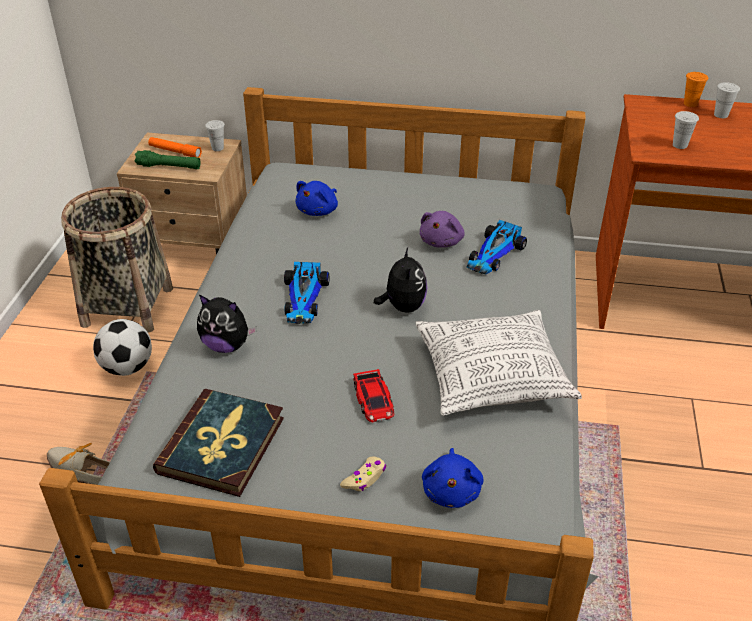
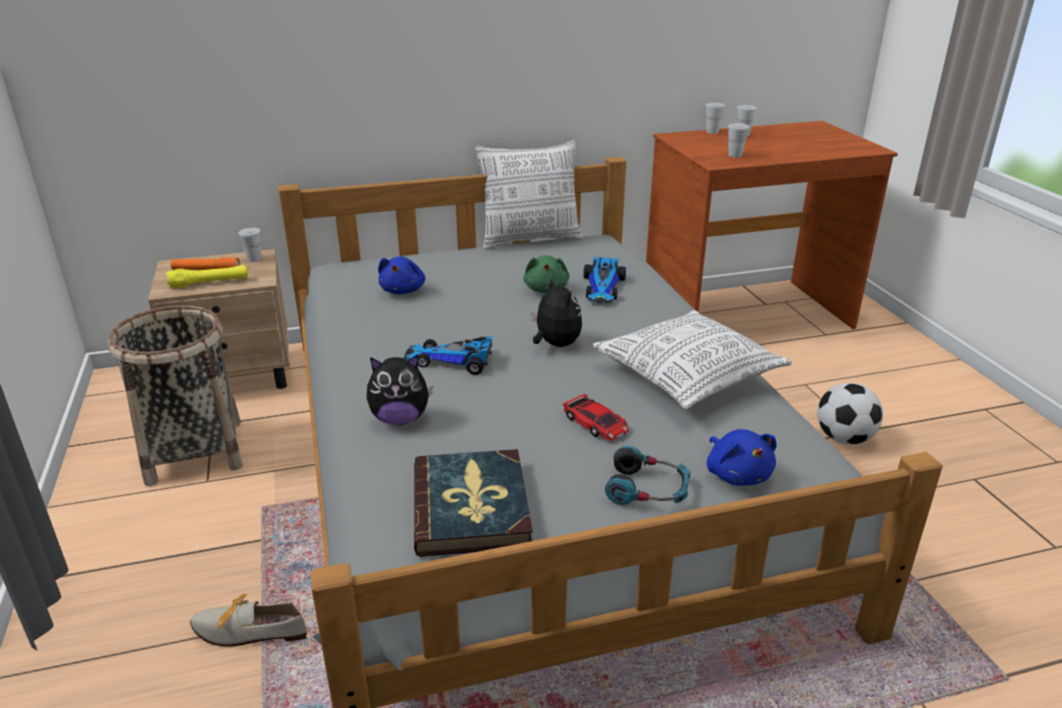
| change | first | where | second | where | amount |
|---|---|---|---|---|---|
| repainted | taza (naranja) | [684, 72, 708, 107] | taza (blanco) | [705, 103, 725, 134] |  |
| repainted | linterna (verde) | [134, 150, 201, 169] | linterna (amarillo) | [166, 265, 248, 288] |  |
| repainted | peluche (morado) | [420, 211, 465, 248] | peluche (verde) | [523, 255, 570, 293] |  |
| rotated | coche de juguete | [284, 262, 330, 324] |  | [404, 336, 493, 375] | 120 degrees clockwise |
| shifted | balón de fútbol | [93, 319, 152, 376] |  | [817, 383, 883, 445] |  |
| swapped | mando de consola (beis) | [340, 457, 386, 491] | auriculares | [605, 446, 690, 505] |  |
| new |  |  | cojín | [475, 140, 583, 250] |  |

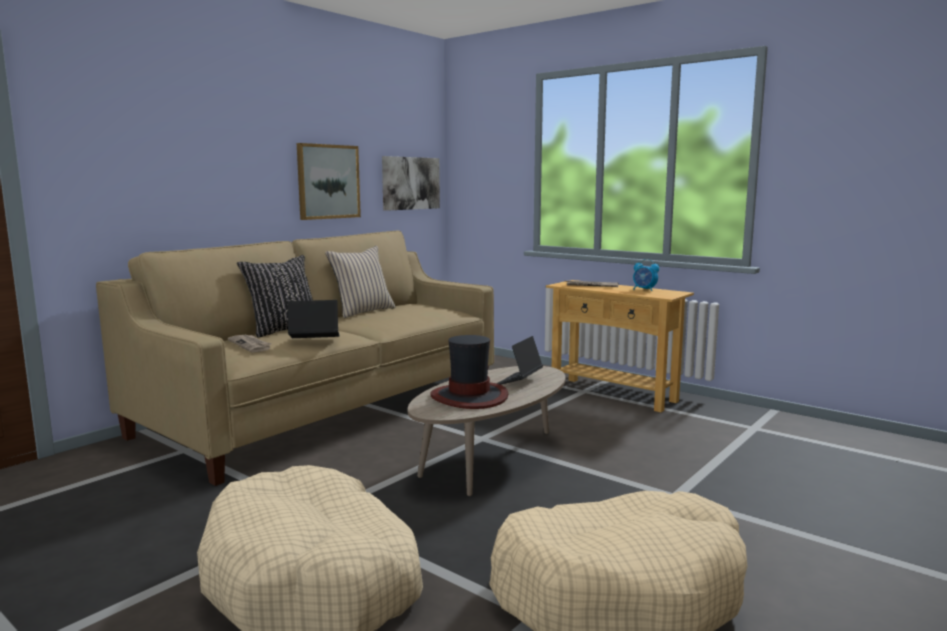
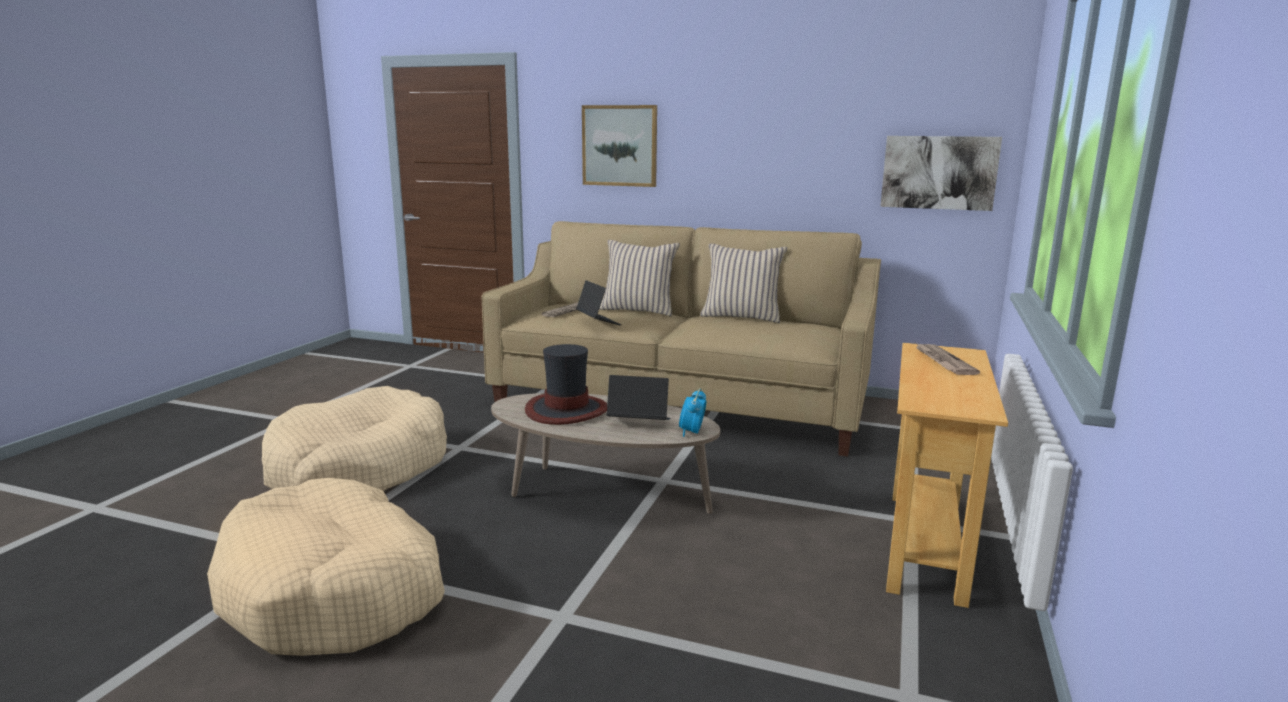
| change | first | where | second | where | amount |
|---|---|---|---|---|---|
| shifted | cuadro | [297, 143, 361, 220] |  | [582, 105, 657, 187] |  |
| repainted | cojín (negro) | [237, 255, 313, 338] | cojín (beis) | [599, 240, 680, 316] |  |
| shifted | despertador | [633, 259, 659, 291] |  | [679, 388, 706, 437] |  |

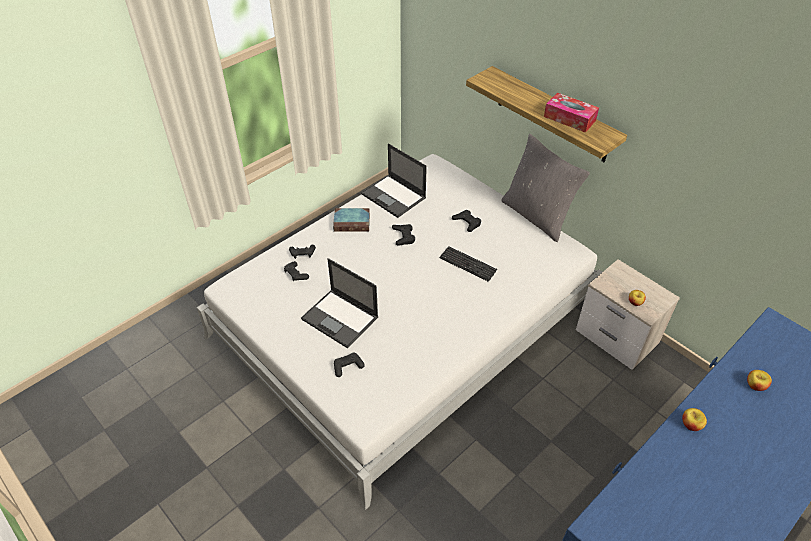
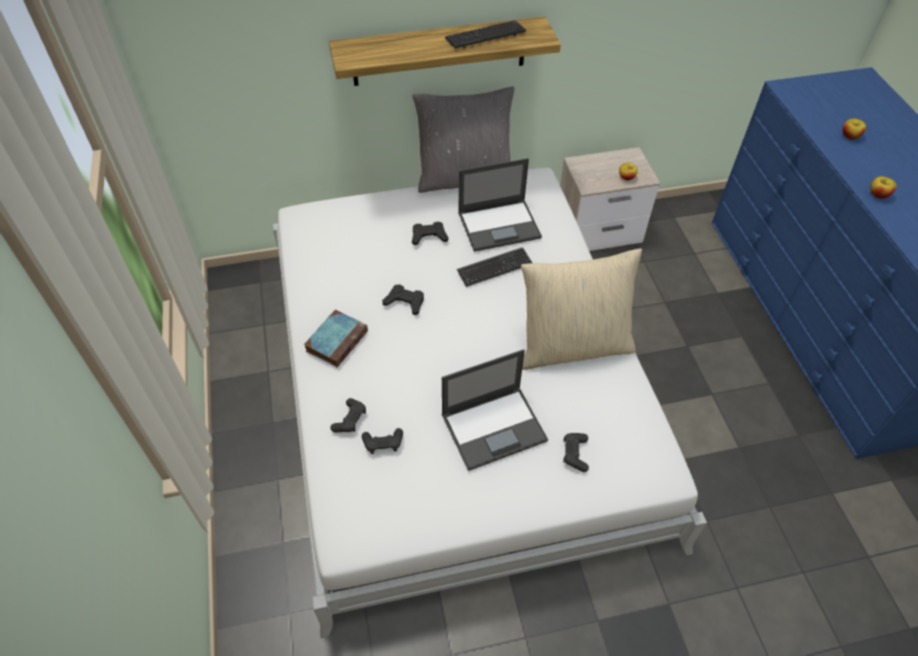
| change | first | where | second | where | amount |
|---|---|---|---|---|---|
| swapped | caja de pañuelos | [544, 93, 599, 133] | teclado | [445, 20, 526, 49] |  |
| shifted | portátil | [361, 143, 427, 218] |  | [458, 158, 542, 252] |  |
| new |  |  | cojín (beis) | [521, 248, 642, 370] |  |

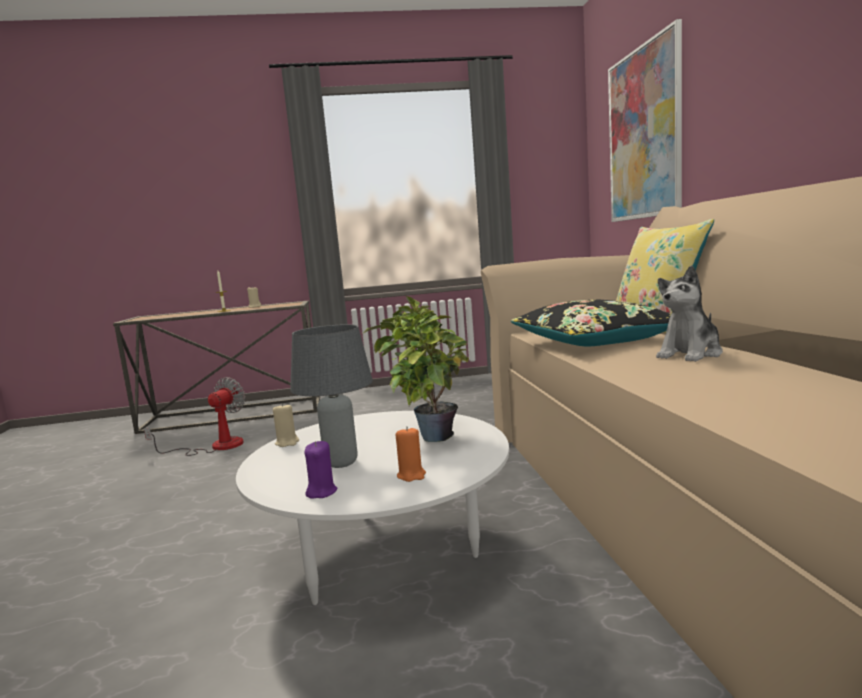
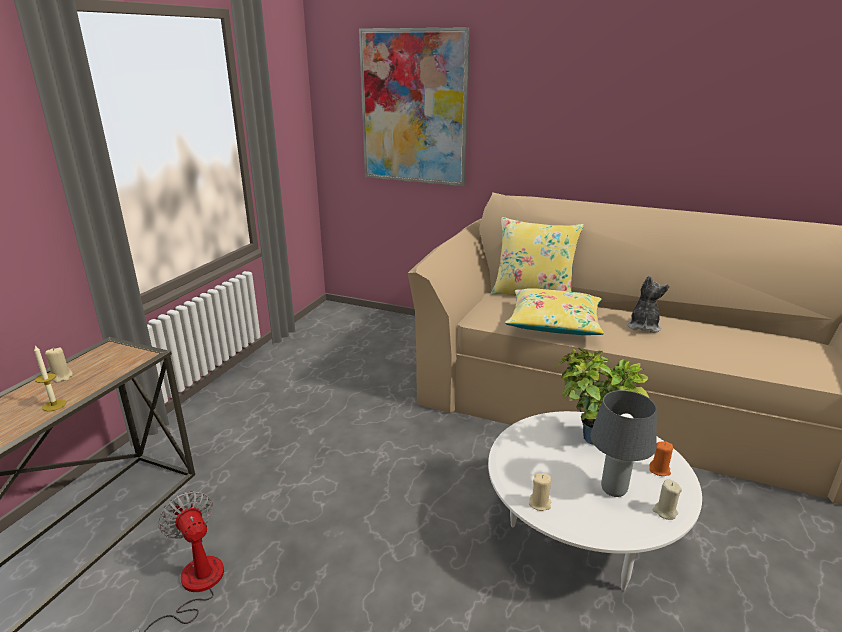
| change | first | where | second | where | amount |
|---|---|---|---|---|---|
| rotated | peluche | [656, 265, 723, 362] |  | [627, 276, 670, 333] | 150 degrees counterclockwise |
| repainted | cojín (negro) | [511, 300, 671, 346] | cojín (amarillo) | [505, 288, 604, 335] |  |
| repainted | vela (morado) | [305, 441, 337, 498] | vela (beis) | [653, 479, 682, 520] |  |

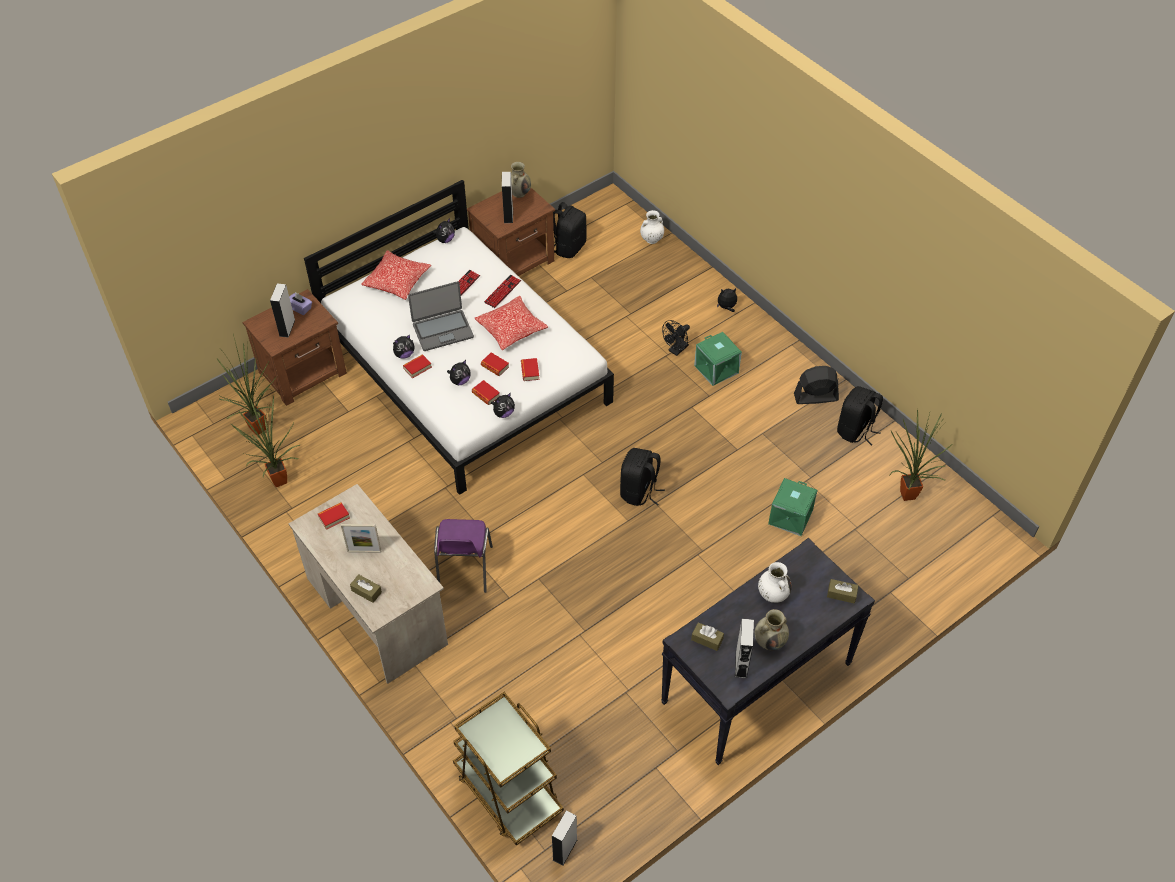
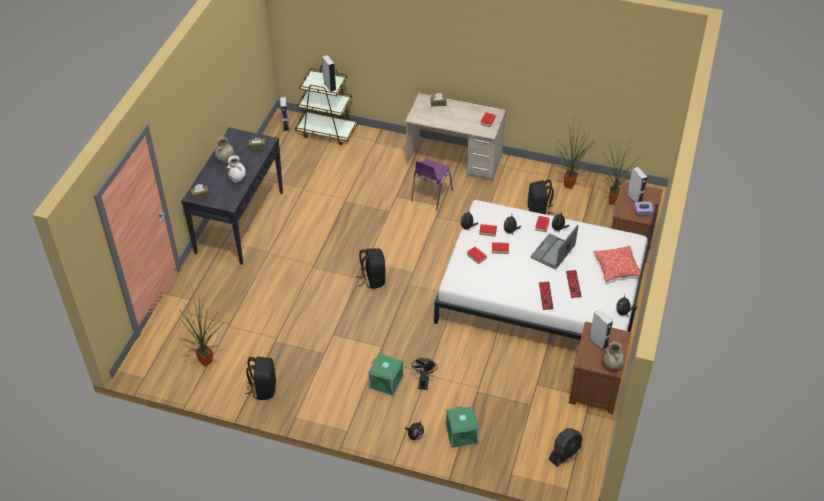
| change | first | where | second | where | amount |
|---|---|---|---|---|---|
| shifted | mochila (negro) | [553, 202, 587, 258] |  | [528, 179, 555, 215] |  |
| gone | florero (blanco) | [640, 210, 664, 244] |  |  |  |
| gone | cojín | [475, 296, 548, 350] |  |  |  |
| shifted | ventilador (negro) | [794, 366, 839, 404] |  | [549, 428, 583, 467] |  |
| shifted | caja de almacenaje (verde) | [768, 478, 818, 536] |  | [446, 406, 479, 448] |  |
| rotated | silla (morado) | [434, 519, 493, 593] |  | [411, 159, 453, 211] | 120 degrees counterclockwise |
| gone | portarretratos | [341, 524, 381, 553] |  |  |  |
| shifted | altavoz (gris) | [735, 619, 754, 678] |  | [322, 55, 336, 92] |  |

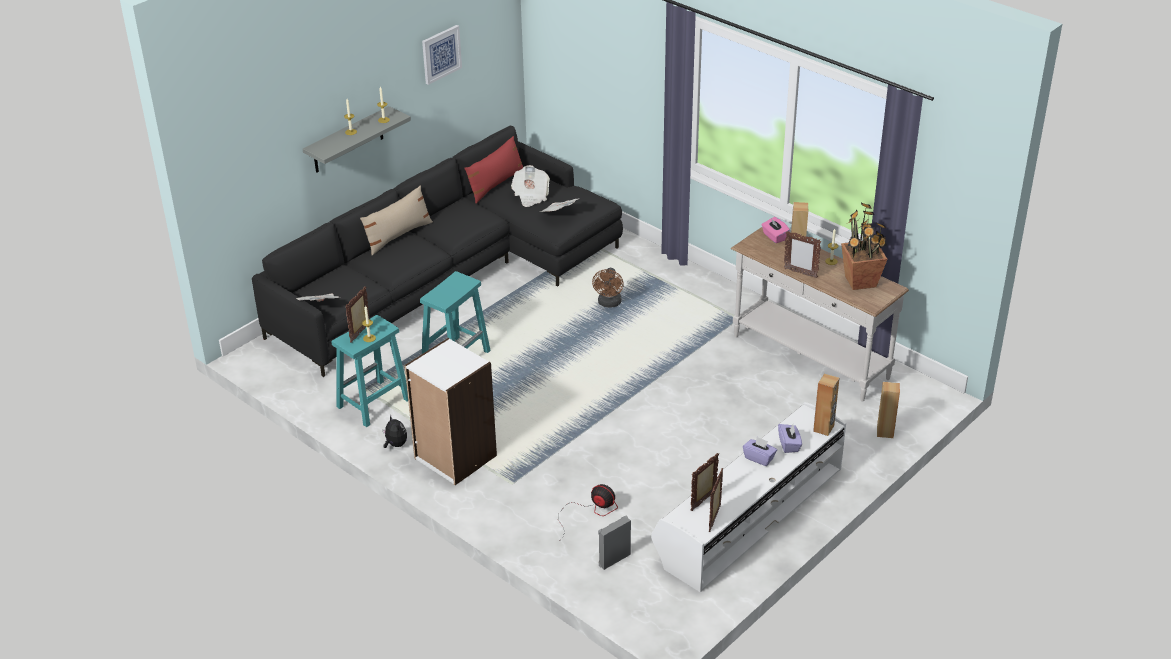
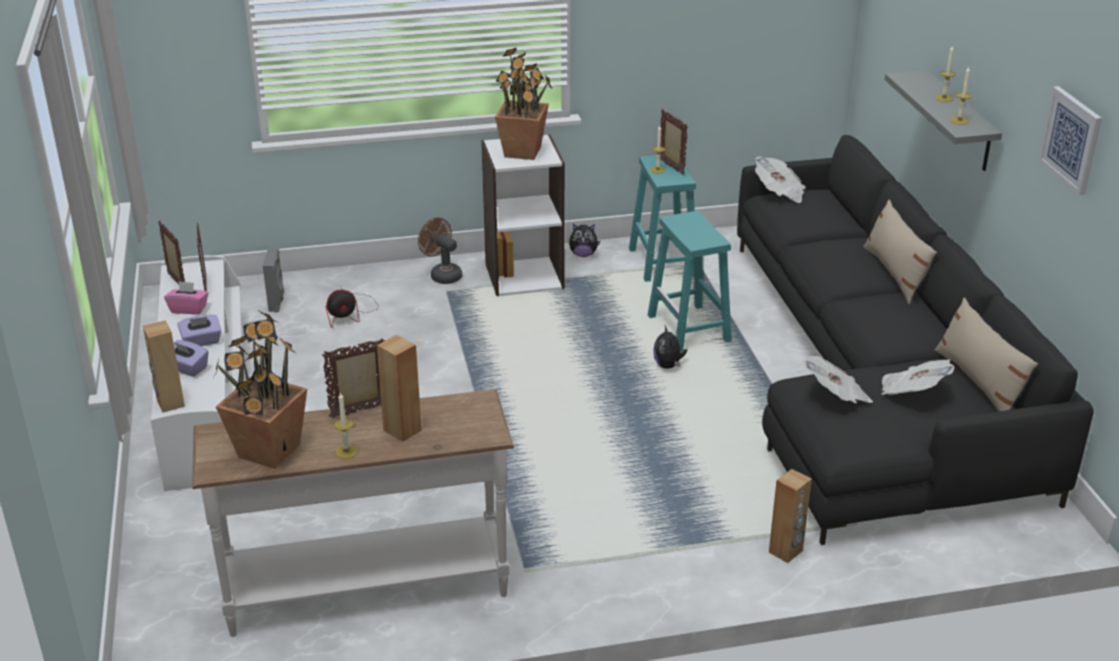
| change | first | where | second | where | amount |
|---|---|---|---|---|---|
| repainted | cojín (rojo) | [464, 136, 523, 204] | cojín (beis) | [934, 297, 1038, 412] |  |
| shifted | caja de pañuelos (rosa) | [762, 217, 790, 243] |  | [164, 281, 208, 315] |  |
| shifted | ventilador (marrón) | [592, 268, 624, 308] |  | [418, 217, 462, 284] |  |
| shifted | altavoz (marrón) | [877, 382, 900, 438] |  | [769, 469, 812, 563] |  |
| new |  |  | planta en maceta | [495, 47, 552, 160] |  |
| new |  |  | peluche | [653, 326, 687, 369] |  |

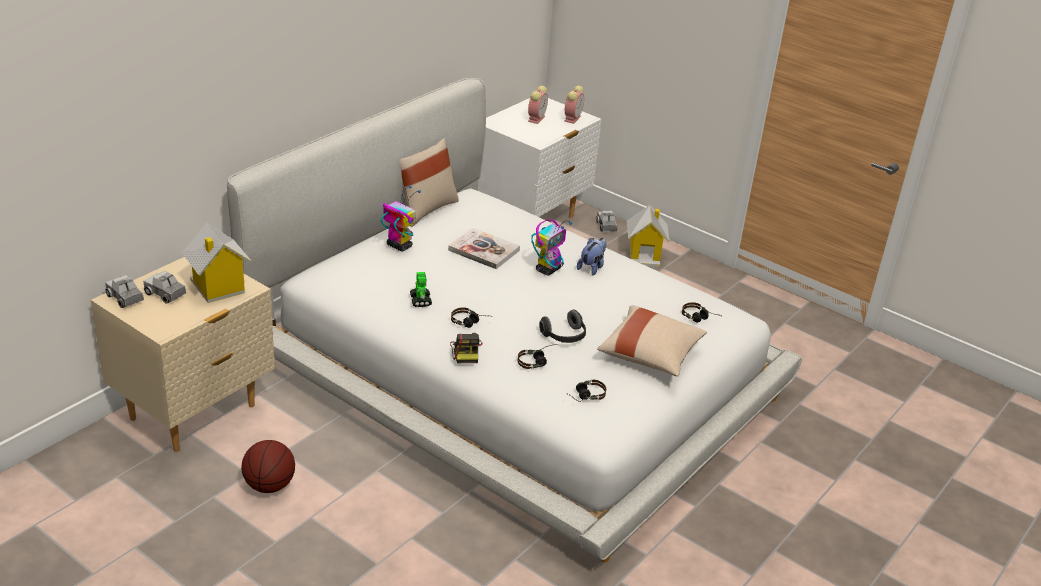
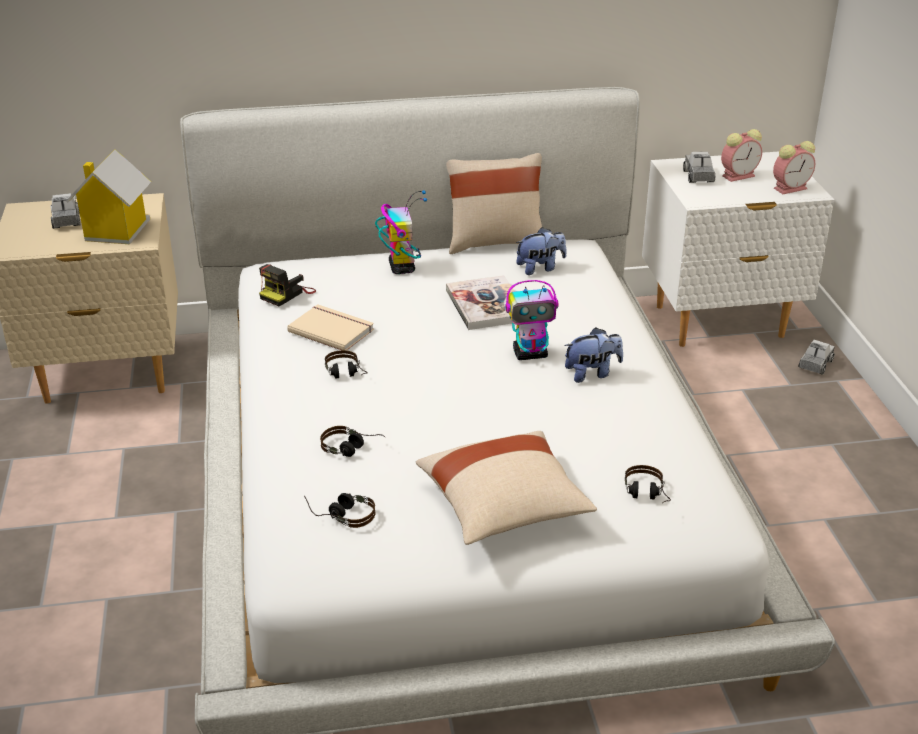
| change | first | where | second | where | amount |
|---|---|---|---|---|---|
| gone | casita | [627, 205, 669, 267] |  |  |  |
| swapped | robot de juguete | [410, 272, 432, 307] | libro (beis) | [287, 304, 374, 350] |  |
| shifted | camión de juguete | [105, 275, 144, 308] |  | [683, 152, 715, 183] |  |
| gone | auriculares | [539, 309, 586, 343] |  |  |  |
| shifted | cámara | [450, 333, 482, 363] |  | [259, 264, 316, 306] |  |
| gone | balón de baloncesto | [241, 440, 295, 493] |  |  |  |
| new |  |  | peluche | [516, 227, 567, 275] |  |

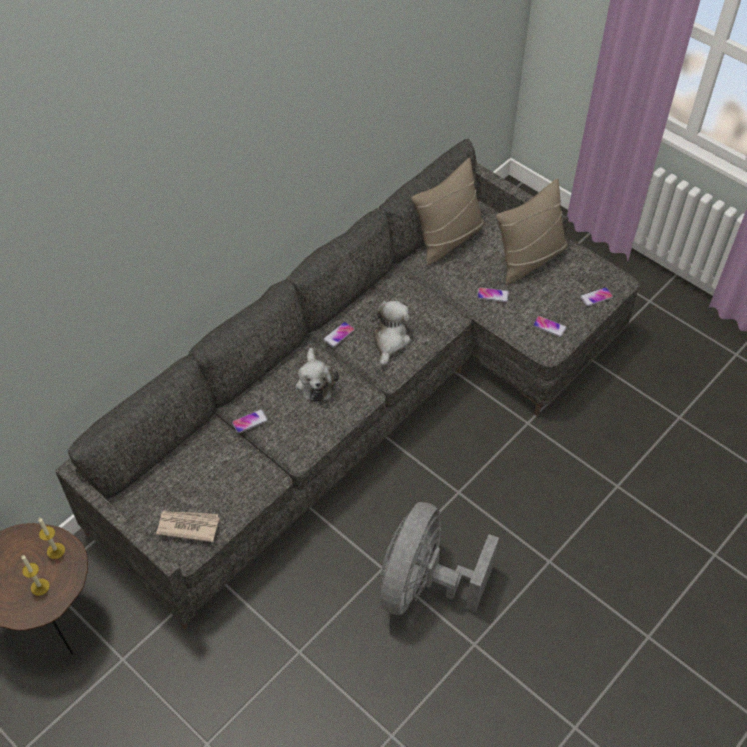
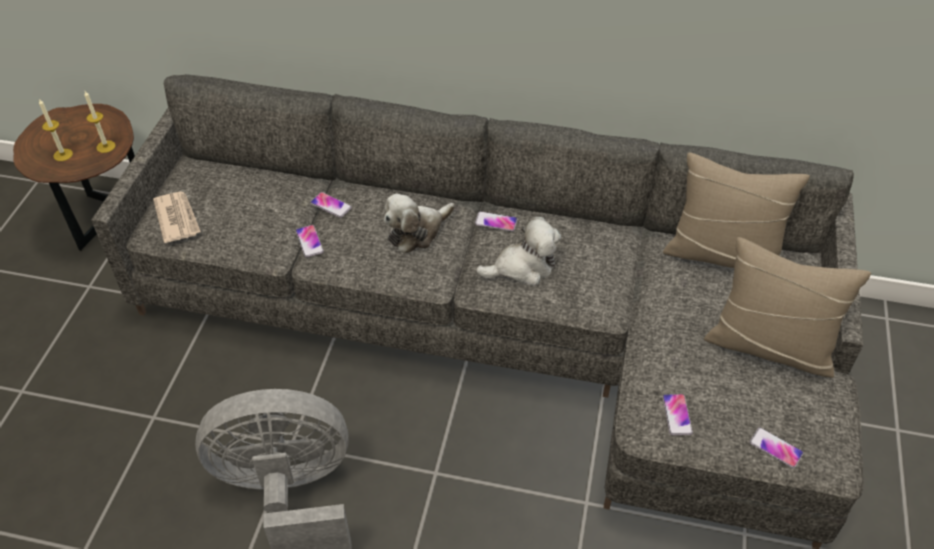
| change | first | where | second | where | amount |
|---|---|---|---|---|---|
| shifted | móvil | [477, 287, 509, 302] |  | [296, 225, 324, 257] |  |

